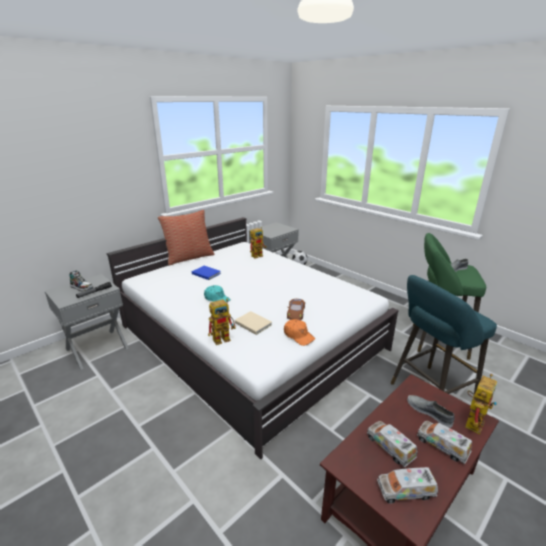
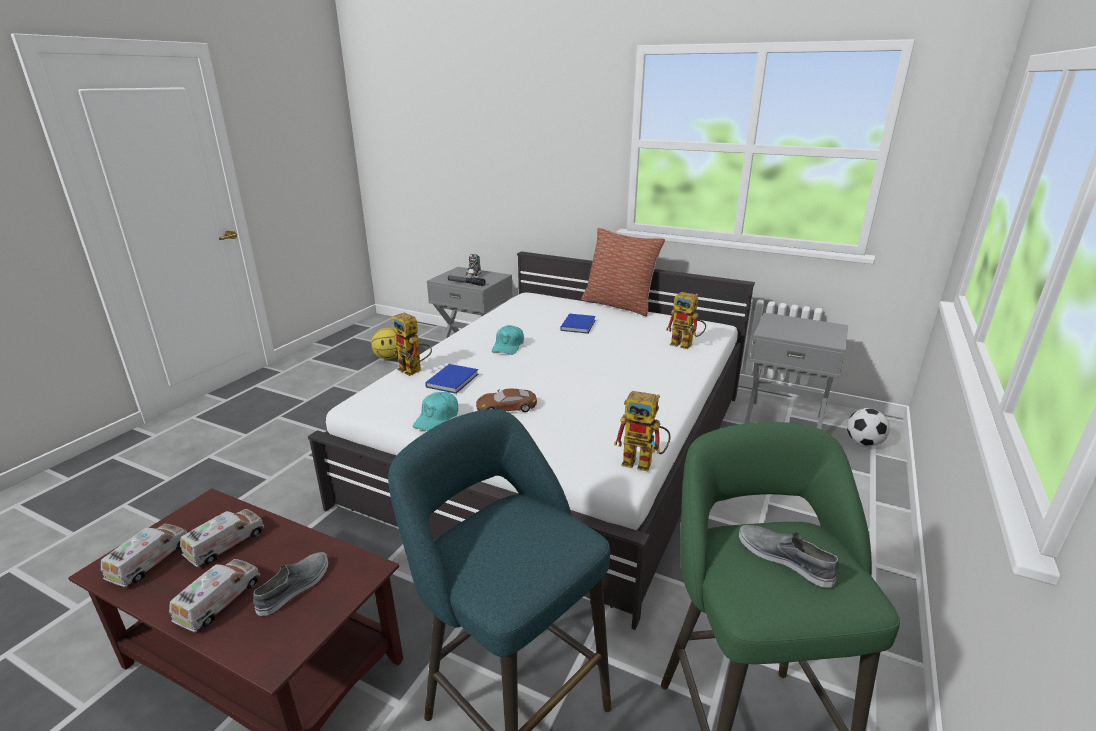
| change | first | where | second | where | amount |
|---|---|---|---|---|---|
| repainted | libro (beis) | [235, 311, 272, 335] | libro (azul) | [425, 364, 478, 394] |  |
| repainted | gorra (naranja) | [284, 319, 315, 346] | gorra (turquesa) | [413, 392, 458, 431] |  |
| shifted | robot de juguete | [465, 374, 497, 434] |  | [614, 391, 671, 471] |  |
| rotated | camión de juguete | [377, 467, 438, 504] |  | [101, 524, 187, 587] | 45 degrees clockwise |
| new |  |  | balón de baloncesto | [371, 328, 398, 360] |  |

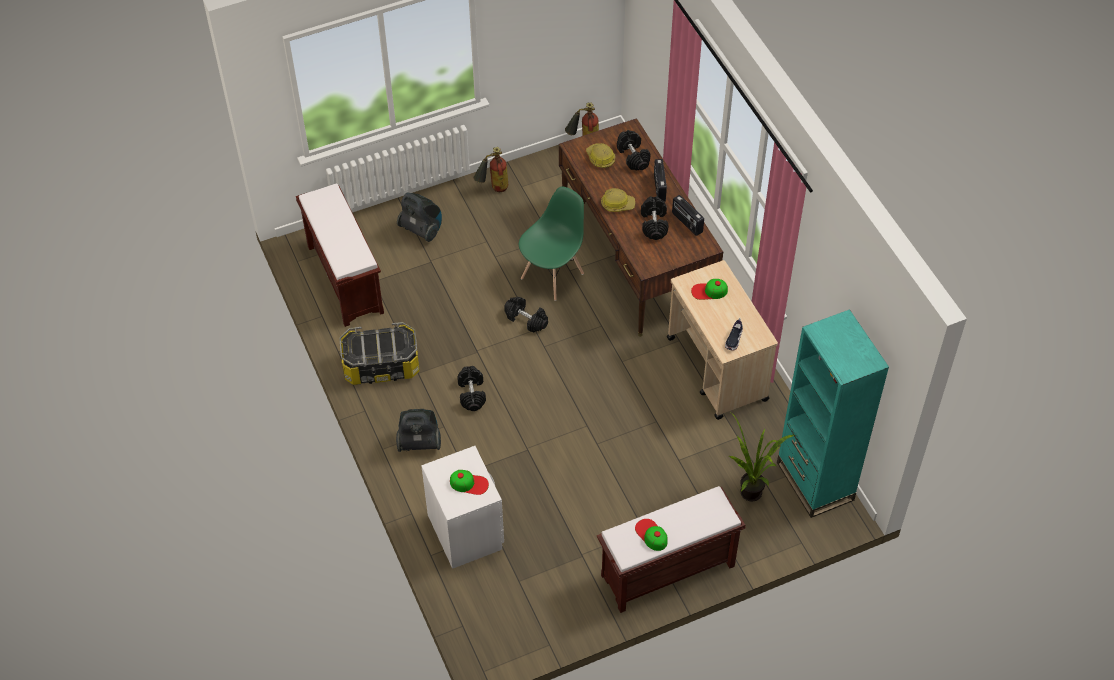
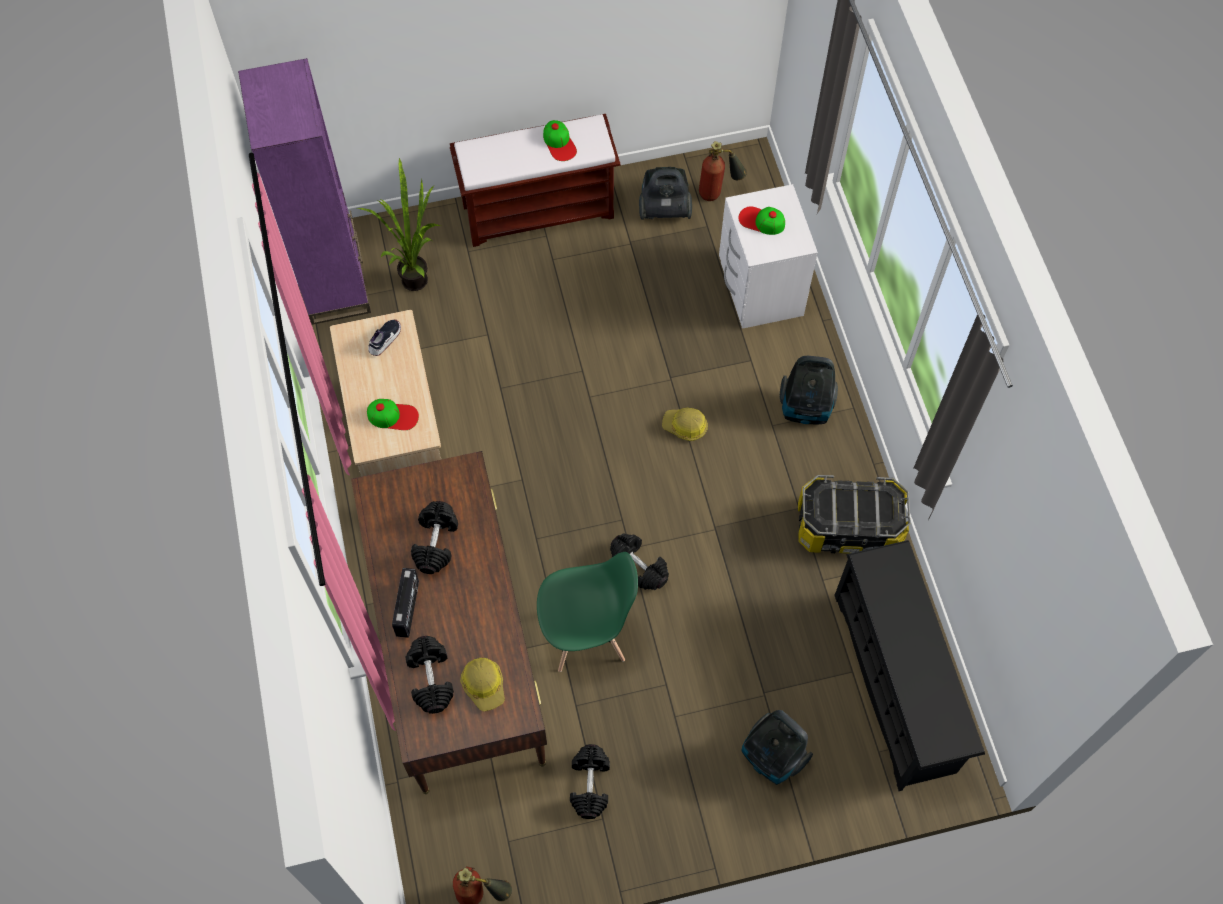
| change | first | where | second | where | amount |
|---|---|---|---|---|---|
| shifted | extintor | [474, 147, 508, 192] |  | [699, 141, 747, 201] |  |
| swapped | banco (marrón) | [296, 184, 384, 327] | zapatero (negro) | [834, 540, 985, 791] |  |
| rotated | silla (verde) | [519, 187, 584, 301] |  | [537, 552, 638, 672] | 150 degrees counterclockwise |
| shifted | casco | [601, 188, 635, 212] |  | [662, 408, 708, 441] |  |
| gone | radio | [672, 195, 704, 236] |  |  |  |
| repainted | estantería (turquesa) | [777, 309, 889, 518] | estantería (morado) | [238, 58, 371, 325] |  |
| shifted | mancuerna (negro) | [457, 366, 486, 411] |  | [570, 744, 610, 819] |  |
| new |  |  | aspiradora | [639, 167, 692, 220] |  |

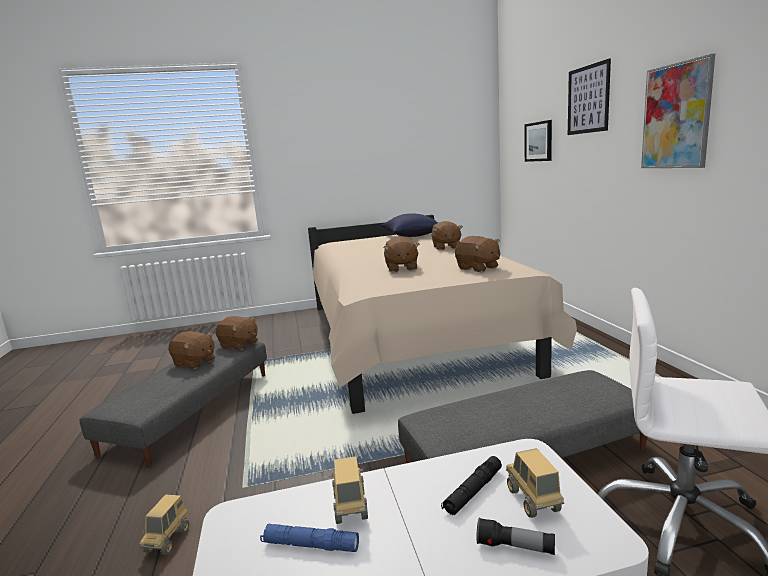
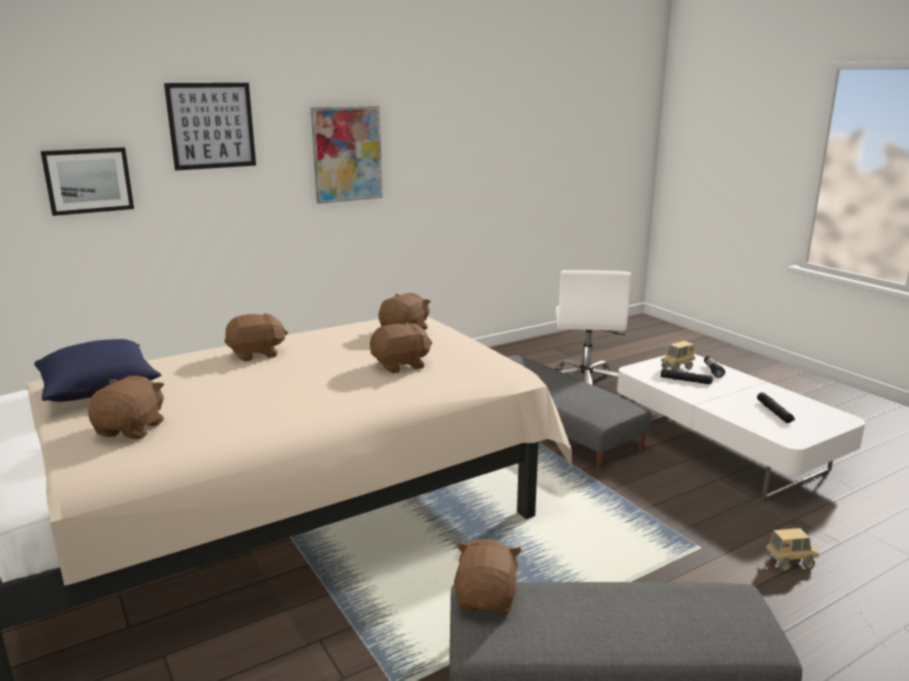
| change | first | where | second | where | amount |
|---|---|---|---|---|---|
| shifted | peluche (marrón) | [168, 331, 215, 369] |  | [88, 376, 164, 439] |  |
| gone | camión de juguete | [331, 456, 368, 524] |  |  |  |
| repainted | linterna (azul) | [260, 524, 359, 552] | linterna (negro) | [757, 392, 795, 423] |  |

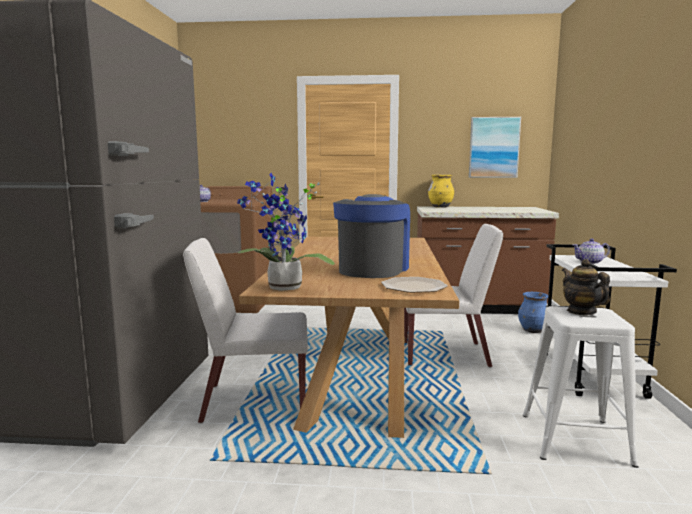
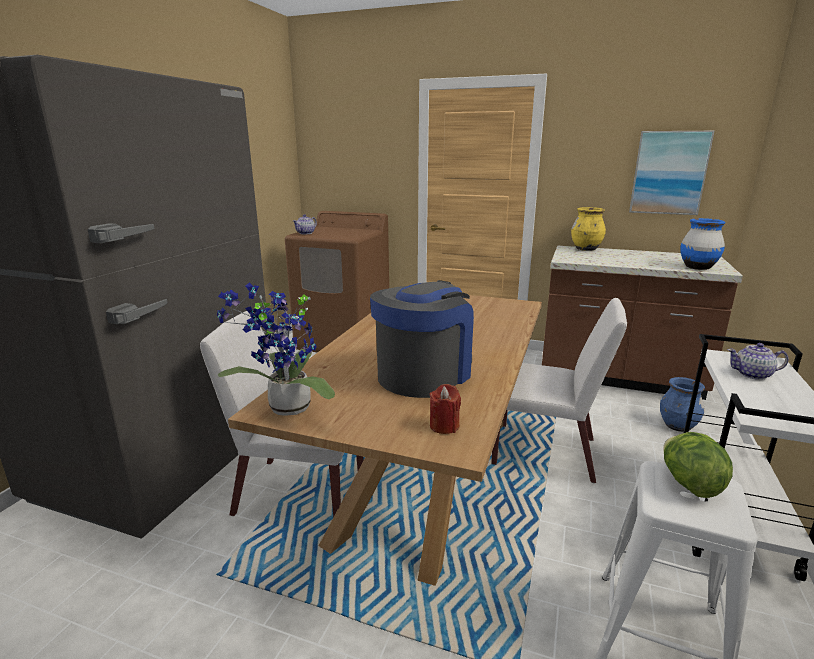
| change | first | where | second | where | amount |
|---|---|---|---|---|---|
| swapped | tetera | [562, 259, 610, 315] | lechuga | [663, 432, 733, 498] |  |
| swapped | plato | [381, 277, 448, 293] | vela (rojo) | [430, 384, 461, 434] |  |
| new |  |  | florero (azul) | [681, 218, 725, 270] |  |

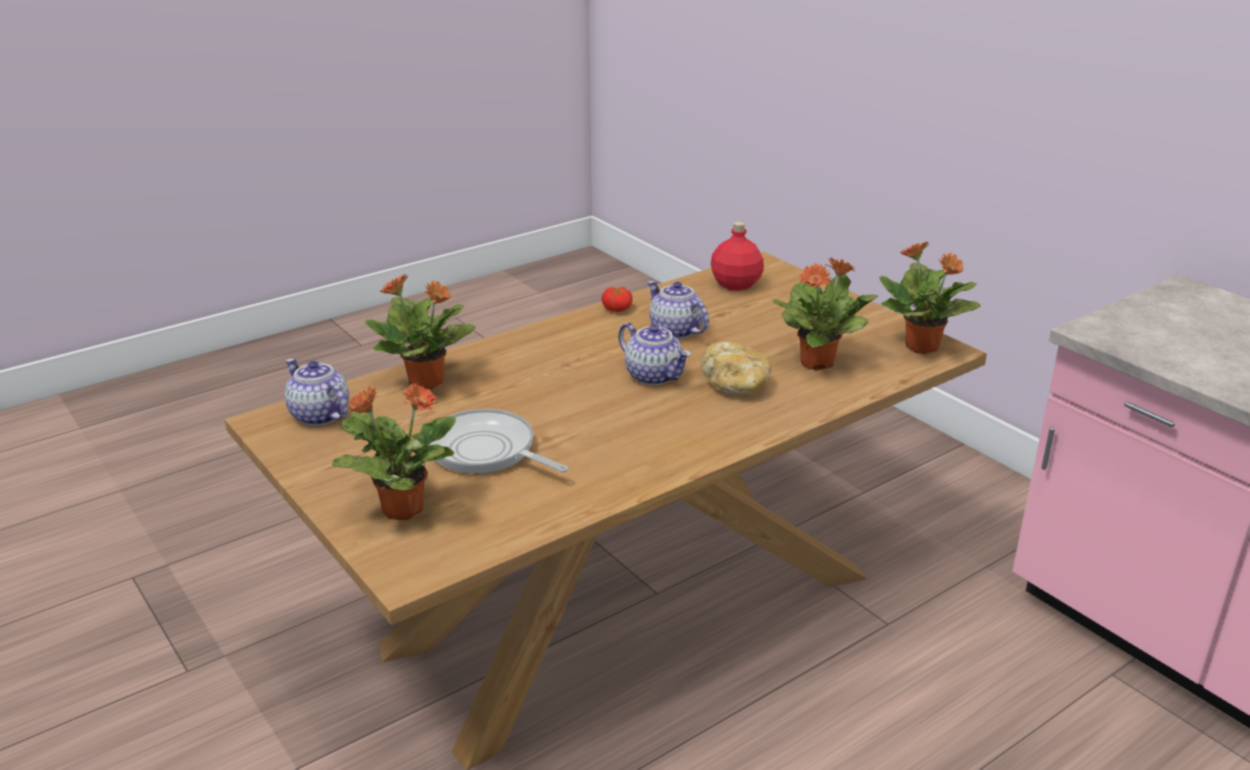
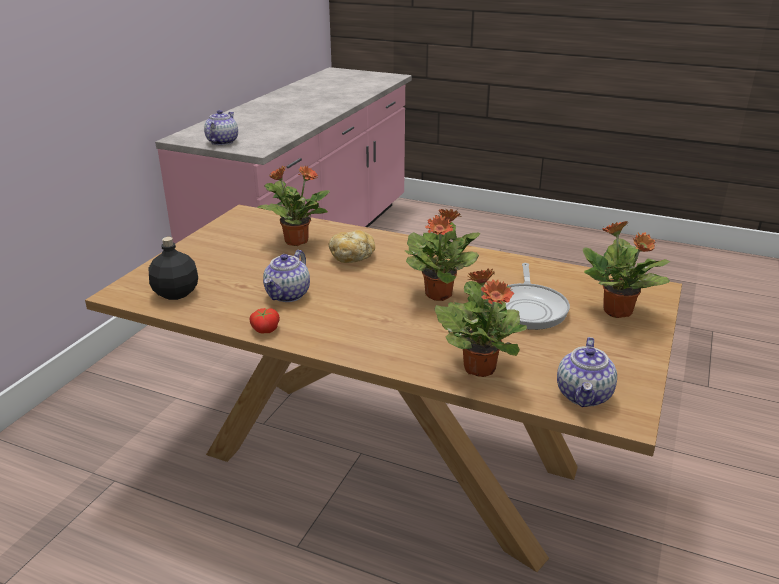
| change | first | where | second | where | amount |
|---|---|---|---|---|---|
| repainted | botella (rojo) | [711, 222, 764, 291] | botella (negro) | [148, 237, 198, 300] |  |
| shifted | planta en maceta | [879, 241, 981, 354] |  | [405, 209, 480, 301] |  |
| shifted | tetera | [618, 323, 691, 385] |  | [204, 110, 238, 145] |  |

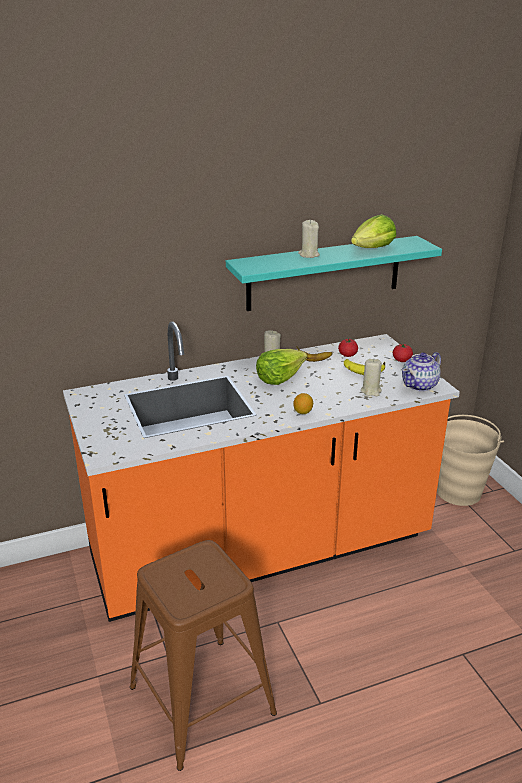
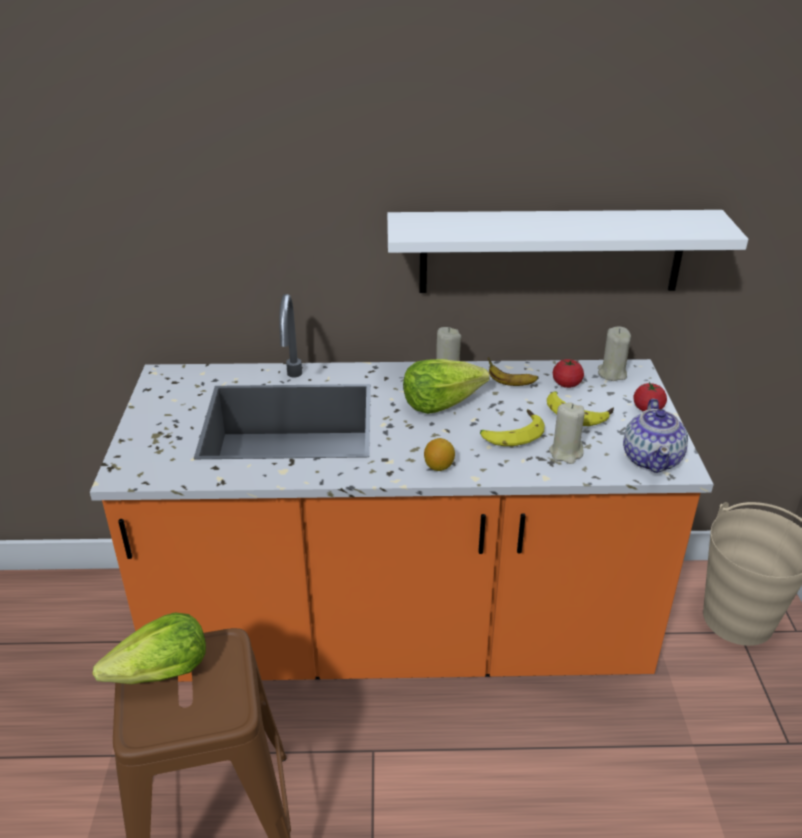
| change | first | where | second | where | amount |
|---|---|---|---|---|---|
| shifted | lechuga | [351, 214, 396, 248] |  | [93, 613, 206, 684] |  |
| shifted | vela (beis) | [298, 220, 320, 258] |  | [598, 326, 631, 381] |  |
| repainted | estante (turquesa) | [226, 236, 442, 311] | estante (blanco) | [387, 210, 748, 293] |  |
| rotated | tetera | [402, 352, 441, 392] |  | [623, 399, 688, 473] | 60 degrees counterclockwise |
| new |  |  | plátano | [480, 409, 545, 446] |  |

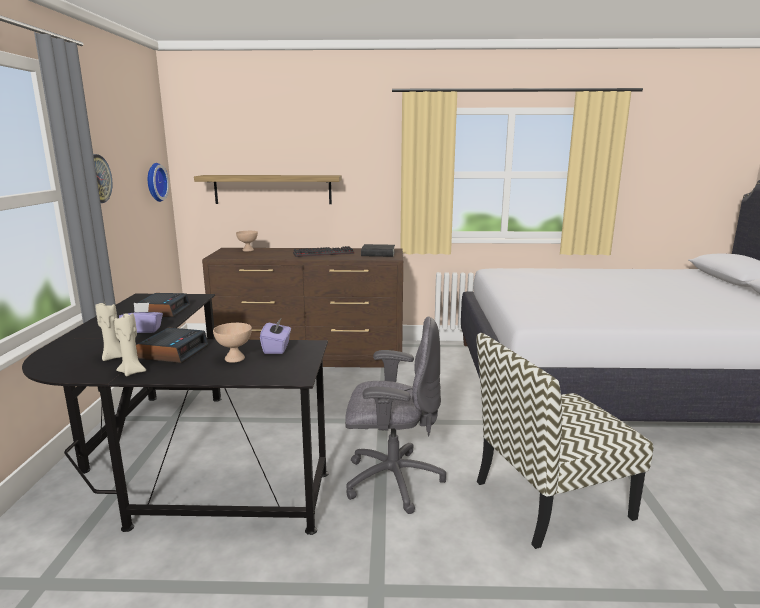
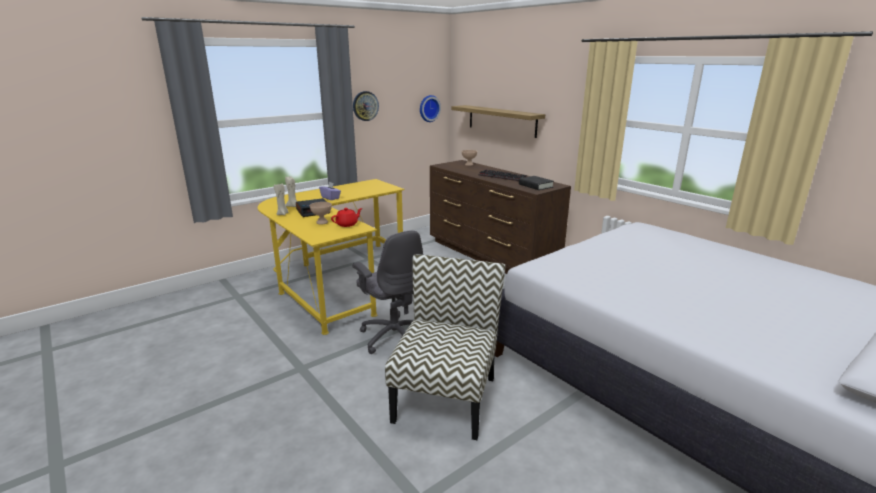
| change | first | where | second | where | amount |
|---|---|---|---|---|---|
| gone | despertador | [138, 293, 191, 317] |  |  |  |
| repainted | escritorio (negro) | [22, 294, 328, 535] | escritorio (amarillo) | [258, 179, 404, 335] |  |
| swapped | caja de pañuelos (morado) | [260, 317, 291, 354] | tetera (rojo) | [331, 208, 362, 227] |  |
| rotated | silla | [476, 333, 653, 549] |  | [385, 254, 505, 440] | 75 degrees clockwise |

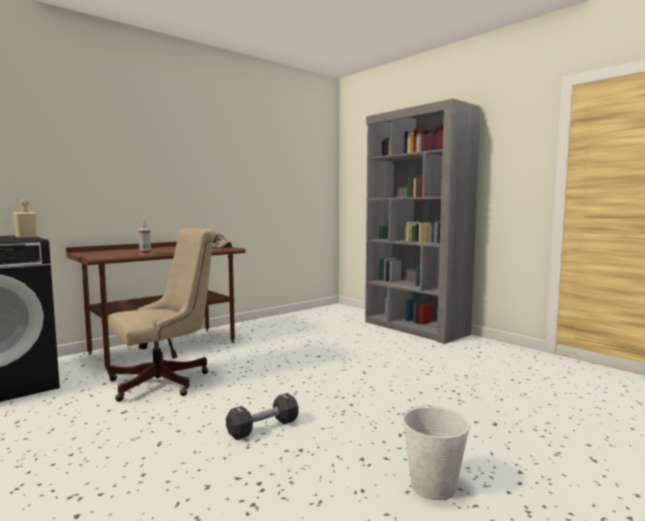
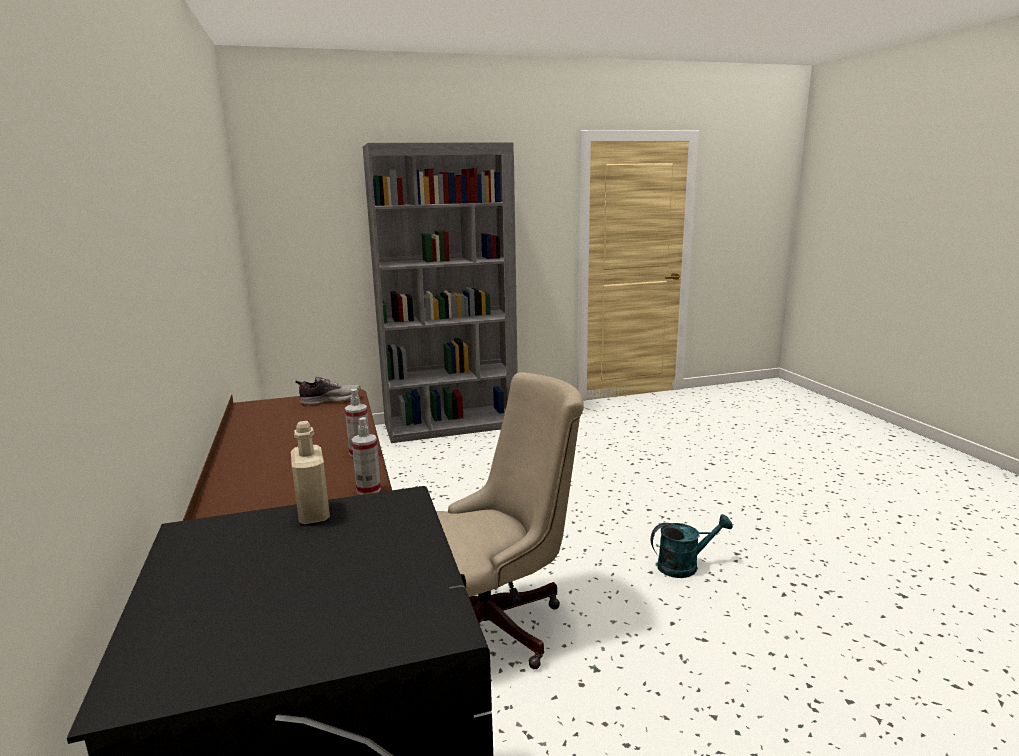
| change | first | where | second | where | amount |
|---|---|---|---|---|---|
| rotated | silla de oficina (beis) | [108, 228, 215, 402] |  | [436, 372, 584, 669] | 75 degrees clockwise |
| swapped | mancuerna (negro) | [226, 393, 298, 440] | regadera (turquesa) | [651, 514, 733, 578] |  |
| gone | cubo (blanco) | [402, 405, 471, 500] |  |  |  |
| new |  |  | pulverizador | [352, 417, 381, 495] |  |

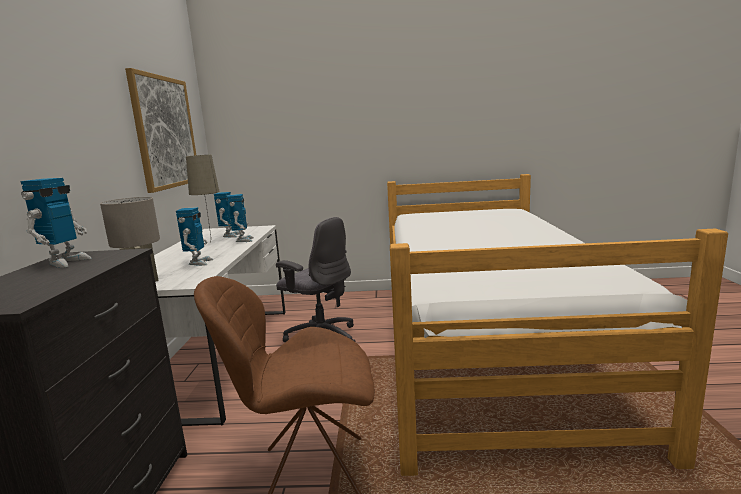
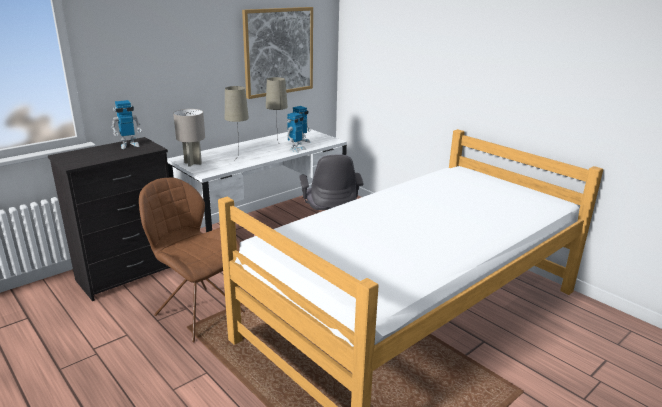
| change | first | where | second | where | amount |
|---|---|---|---|---|---|
| swapped | robot de juguete | [176, 207, 213, 266] | lámpara de mesa (beis) | [225, 86, 249, 157] |  |

